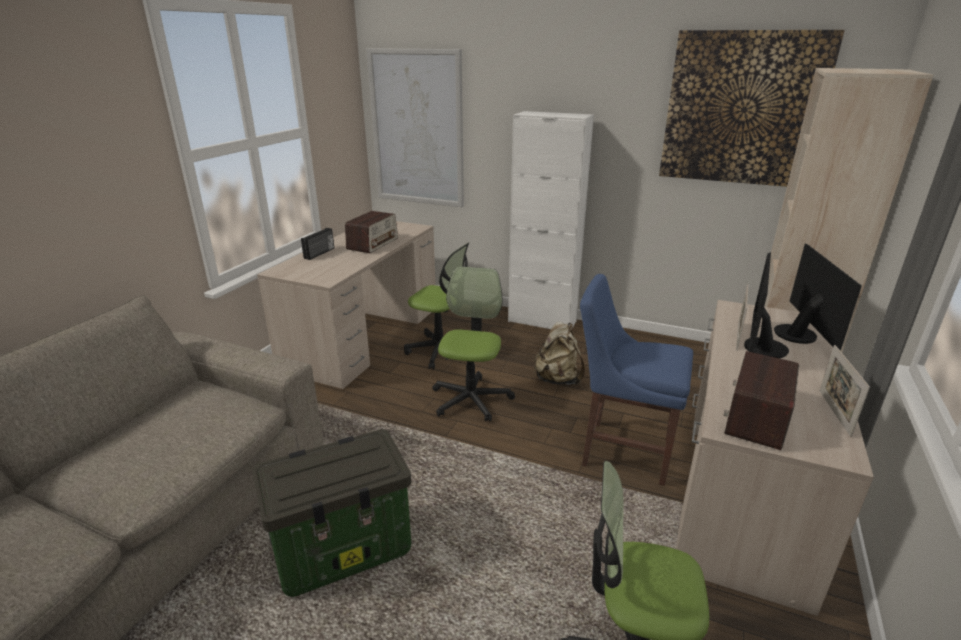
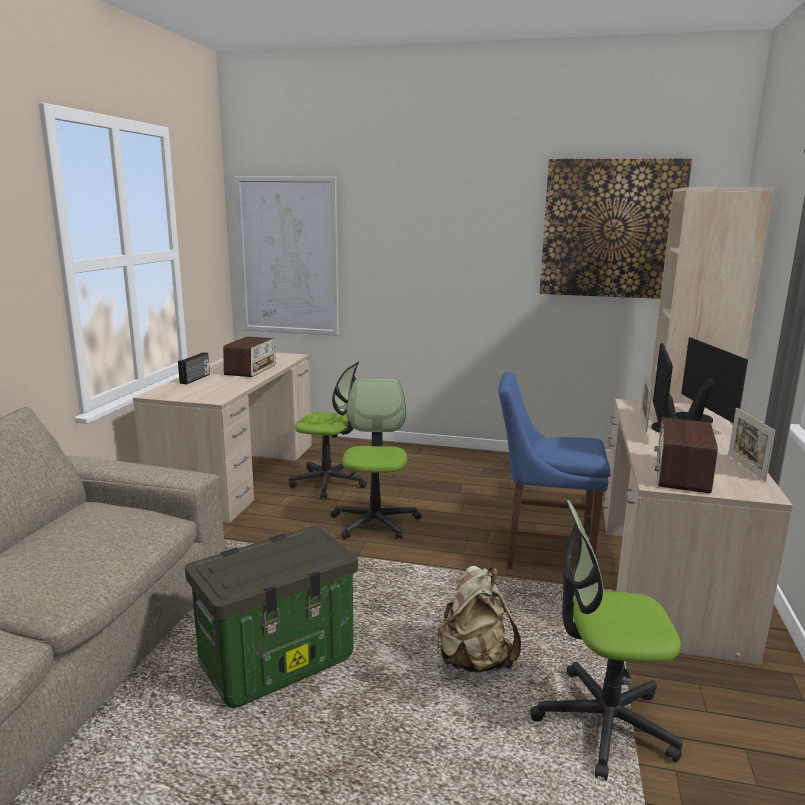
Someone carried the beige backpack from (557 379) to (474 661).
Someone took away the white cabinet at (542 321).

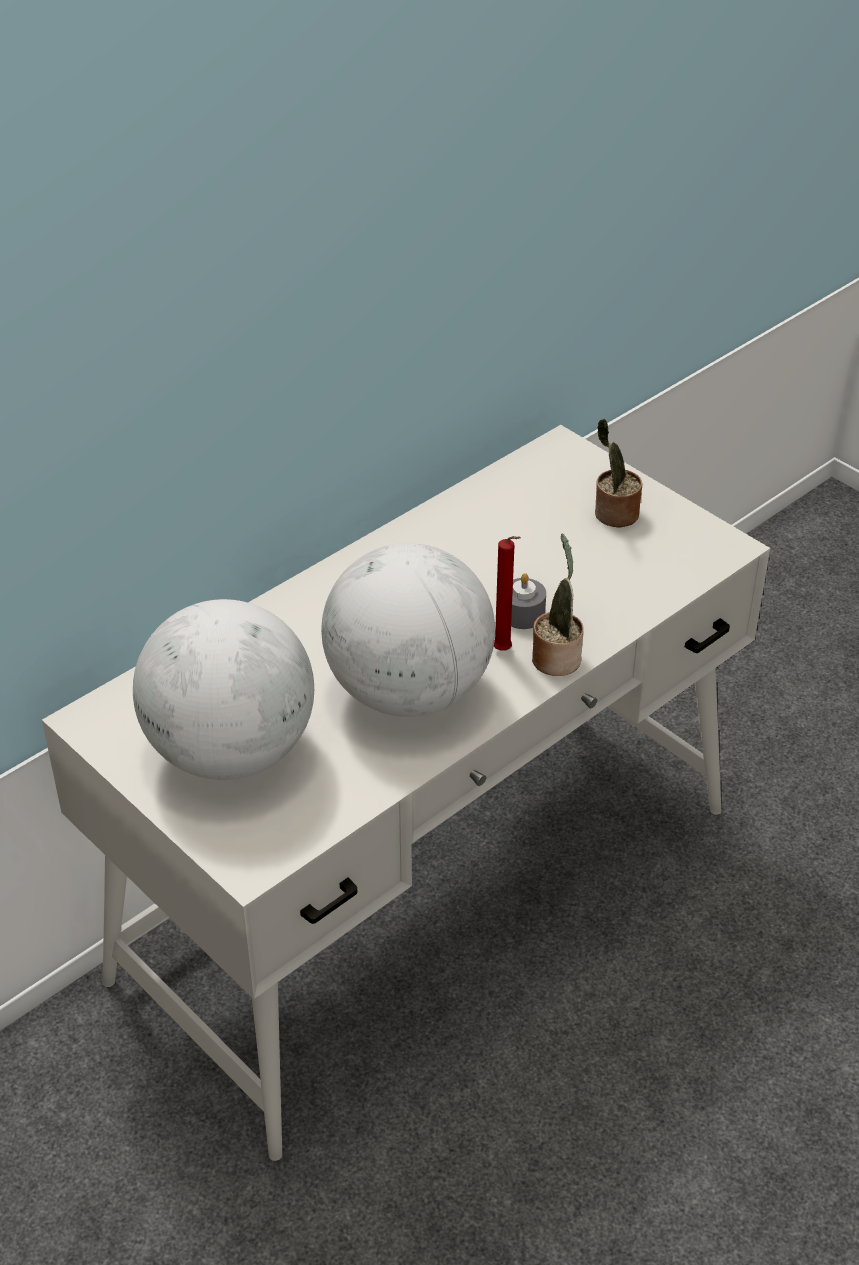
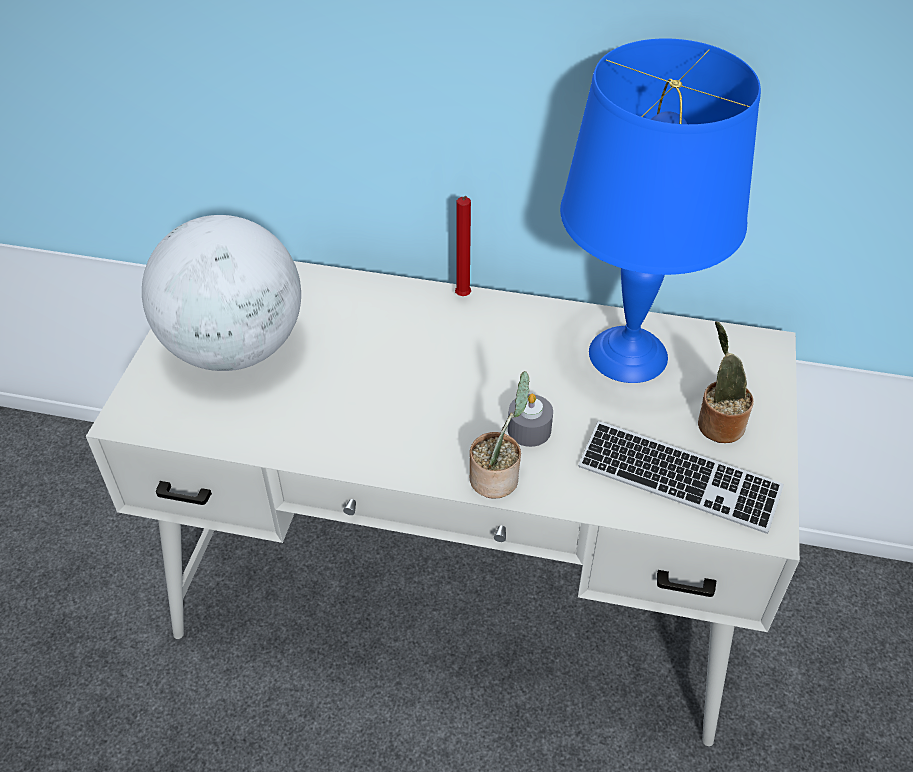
Someone carried the red candle from (504 651) to (462 298).
Someone put down the blue table lamp at (626 353).
Someone put down the keyboard at (678 479).
Someone took away the globe at (409 692).

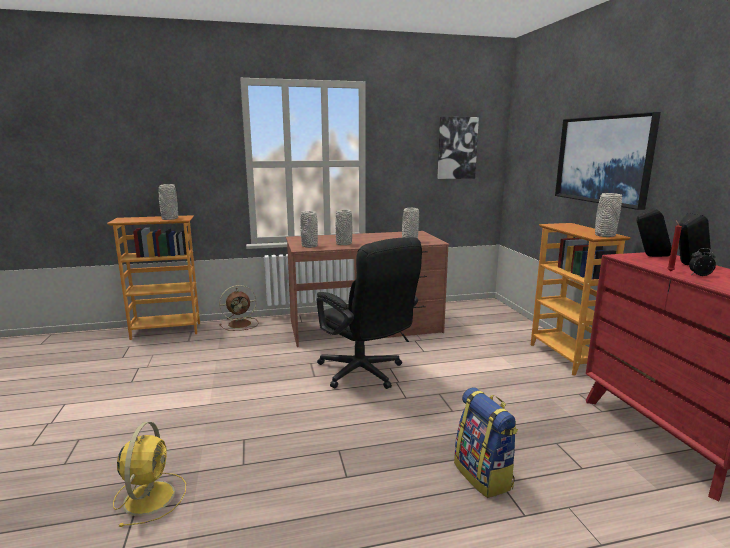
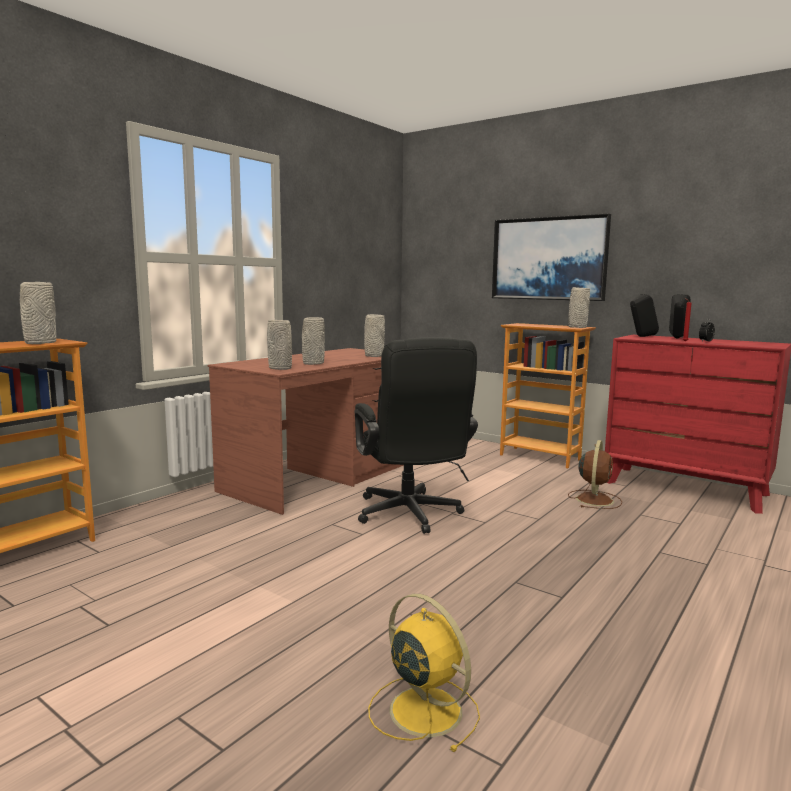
Someone rotated the black office chair at (365 374) by 60 degrees clockwise.
Someone carried the brown fan from (240 324) to (594 499).
Someone took away the picture at (457 148).
Someone took away the backpack at (484 476).

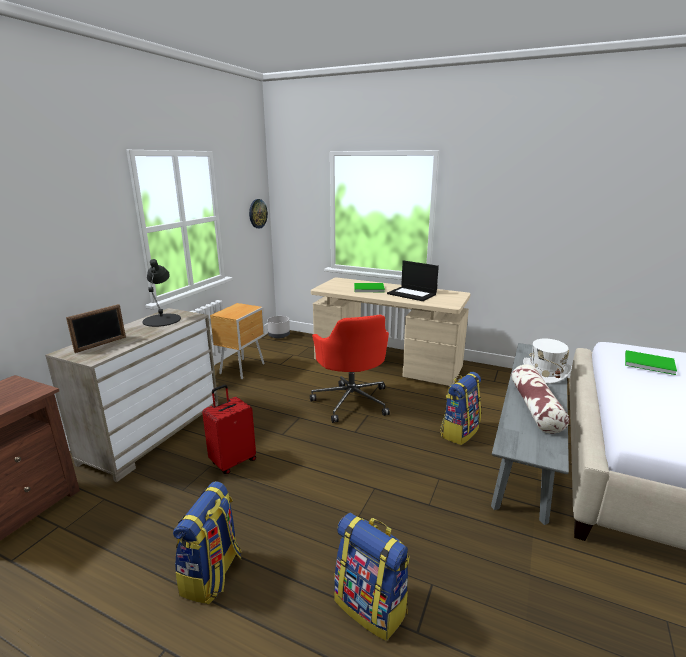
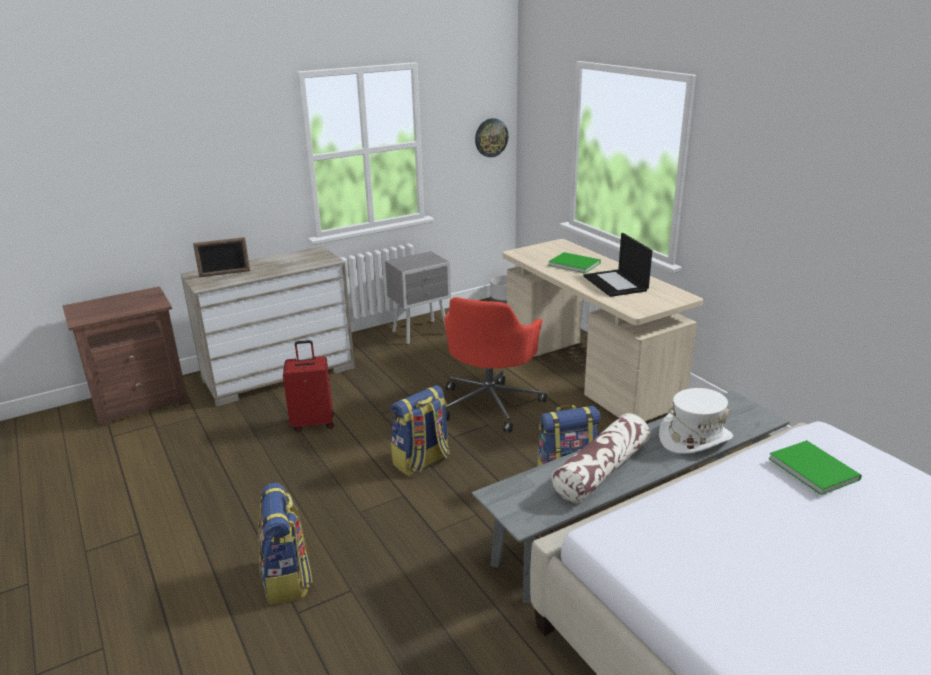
Someone repainted the brown nightstand at (243 368), which became the grey nightstand at (422 332).
Someone carried the backpack from (212 575) to (421 461).
Someone took away the black table lamp at (162 320).

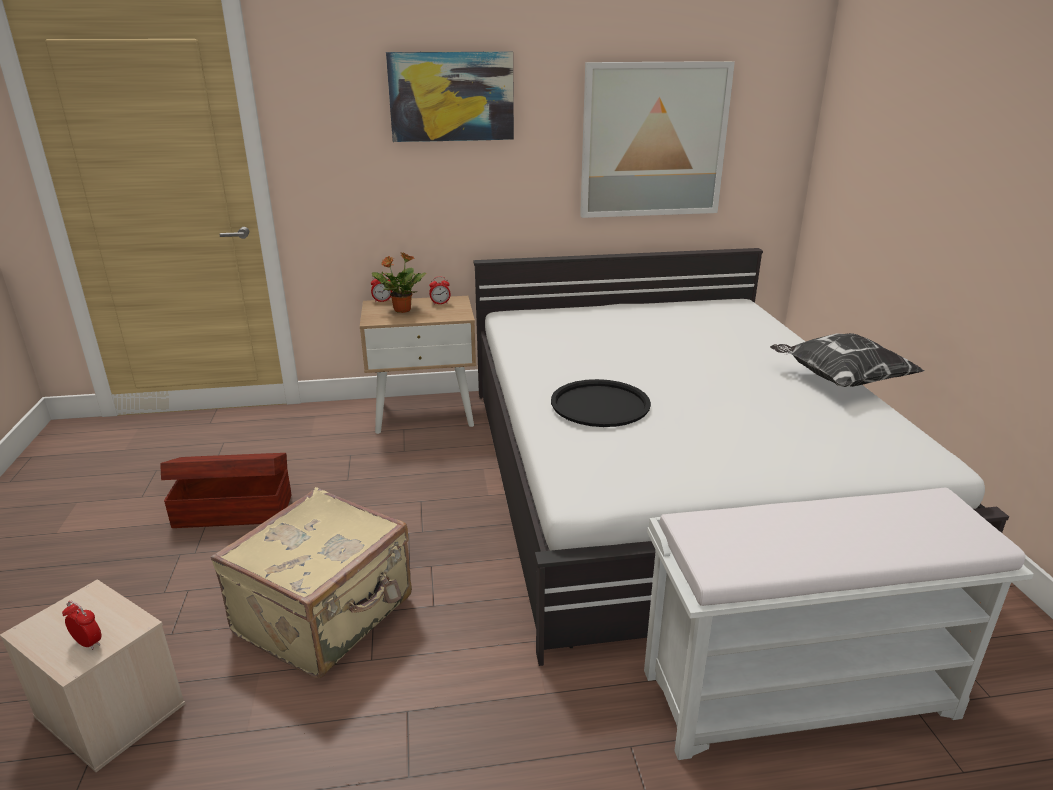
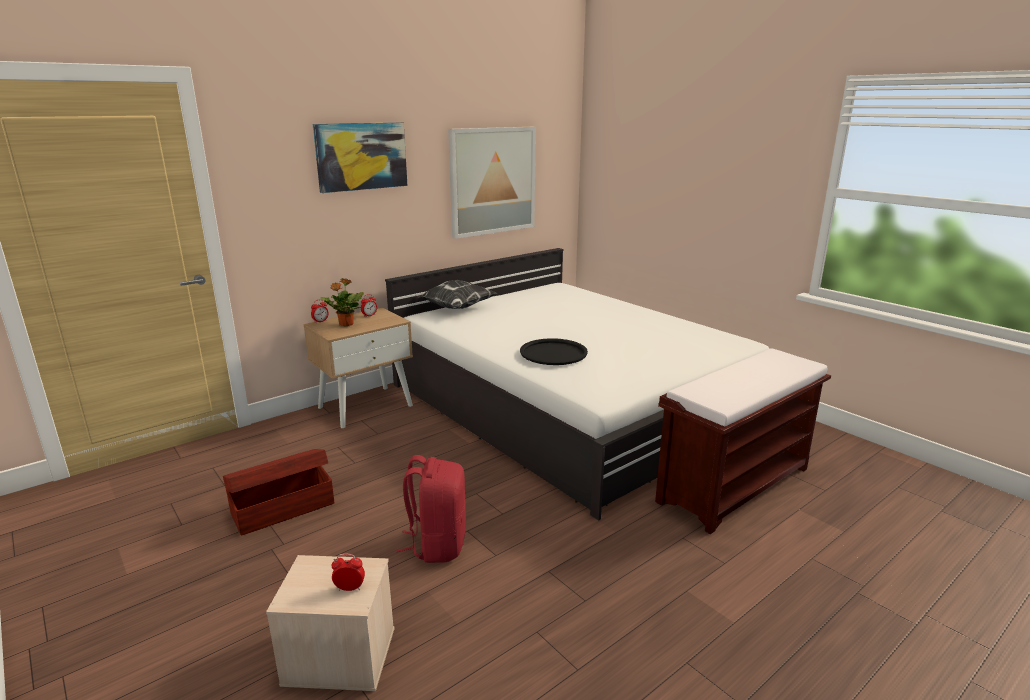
Someone swapped the beige suitcase at (327 616) for the red backpack at (437 544).
Someone carried the pillow from (839 380) to (454 308).
Someone repainted the white bench at (800 692), which became the brown bench at (734 484).

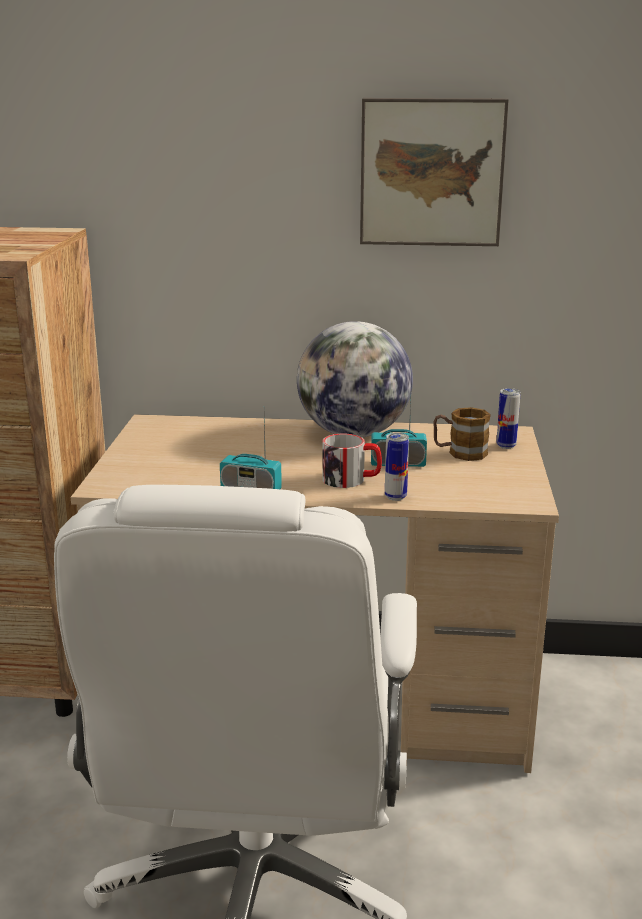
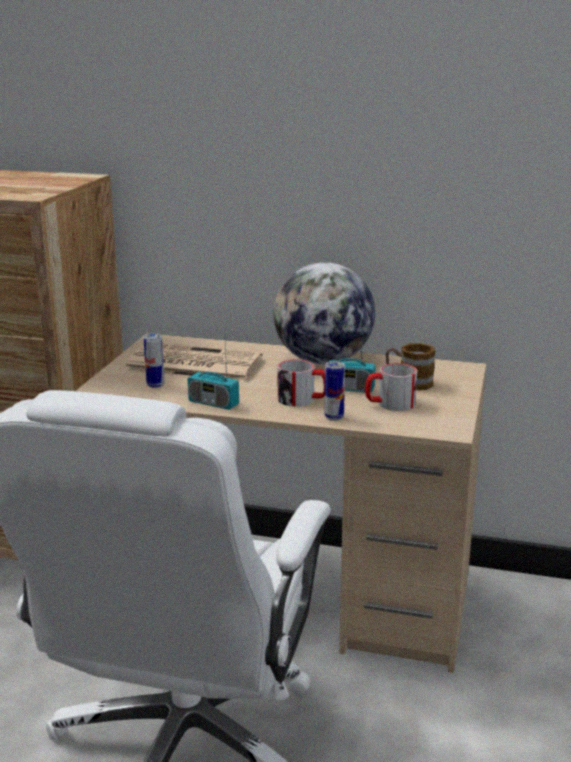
Someone put down the newspaper at (192 365).
Someone carried the can from (506 446) to (155 385).
Someone put down the mug at (389 404).
Someone took away the picture at (431 172).

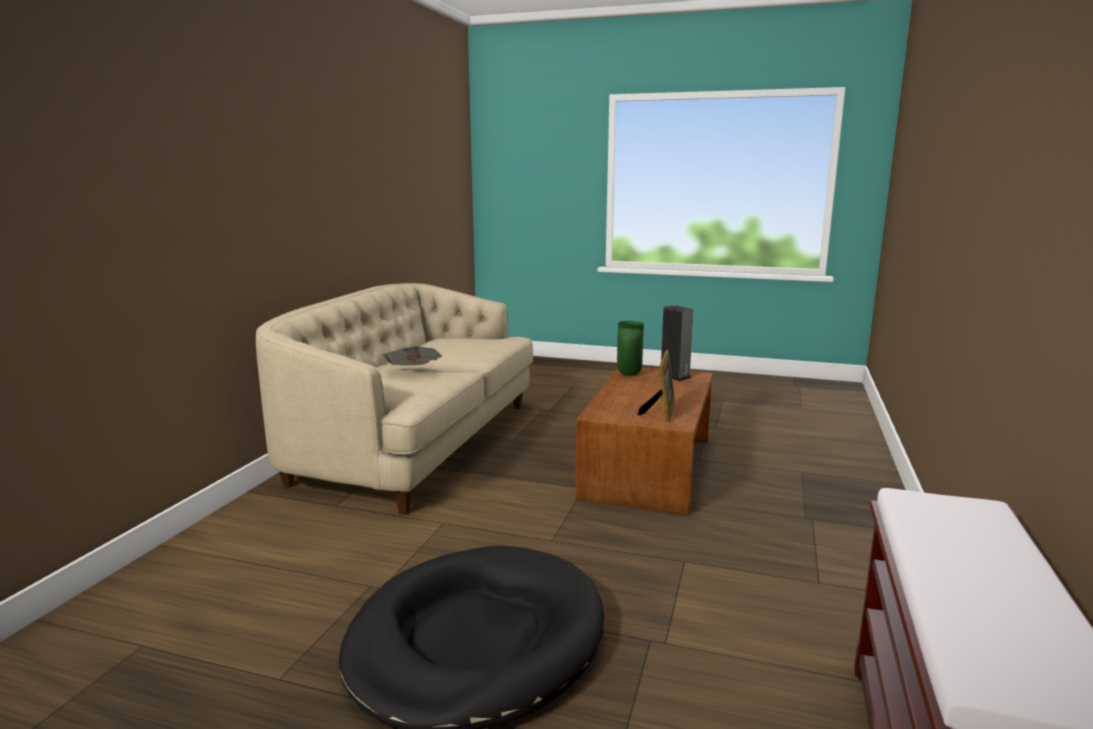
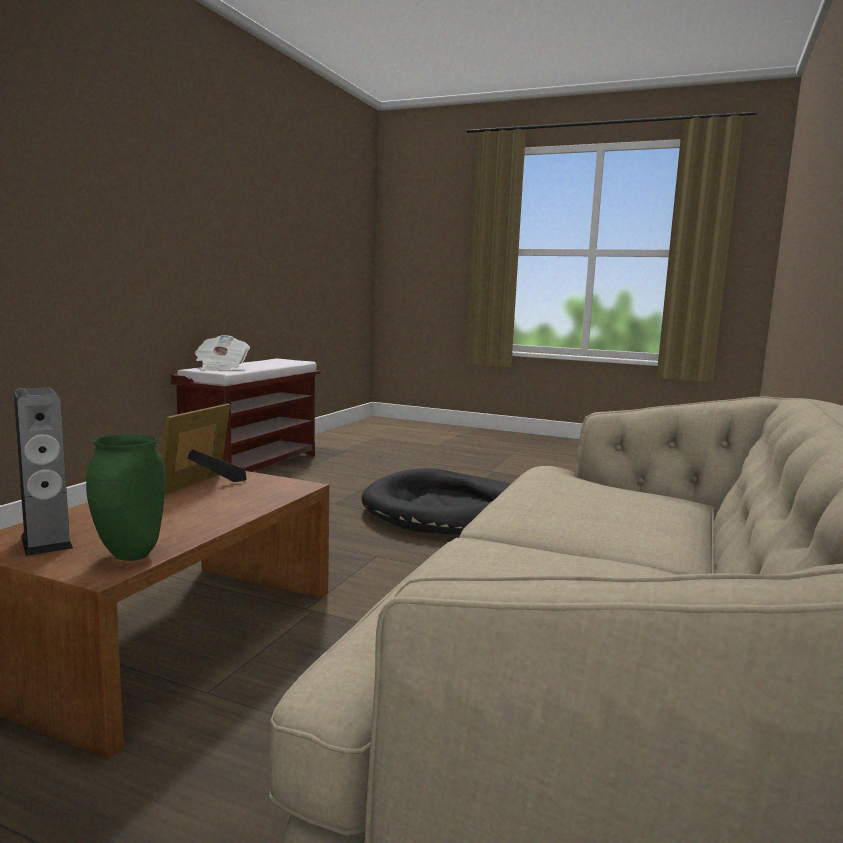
Someone carried the newspaper from (413 372) to (221 368).

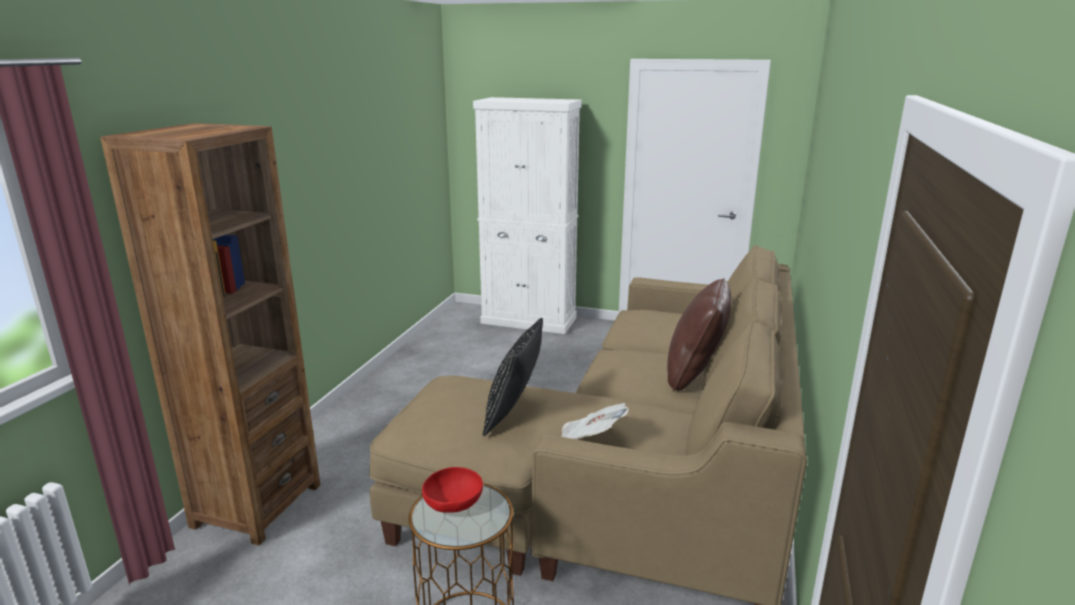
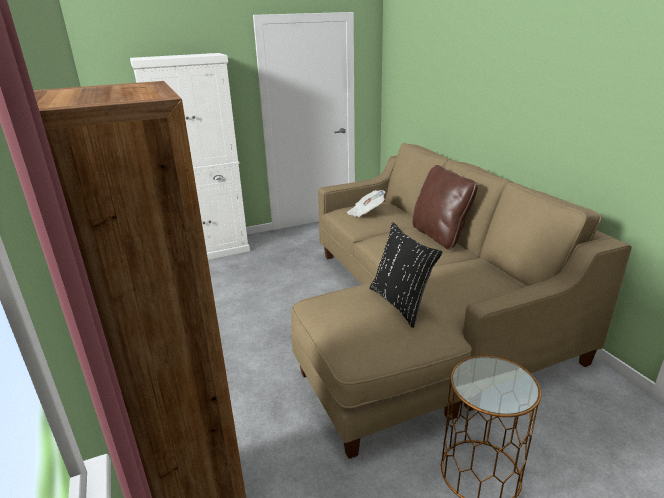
Someone carried the newspaper from (590 439) to (366 213).
Someone took away the red bowl at (454 506).

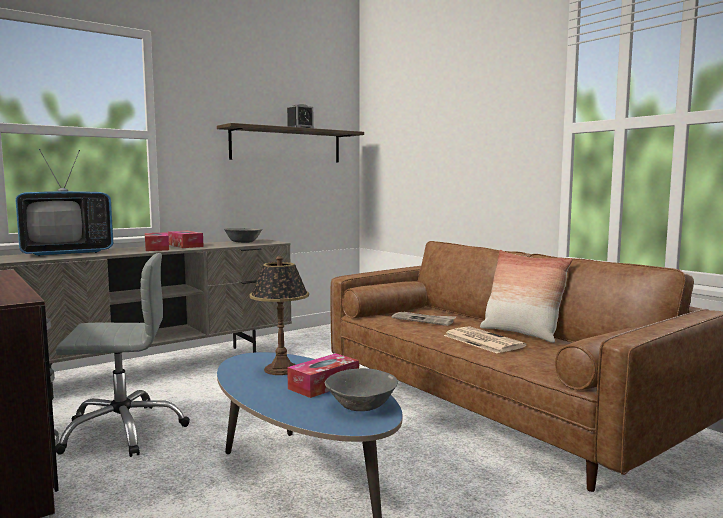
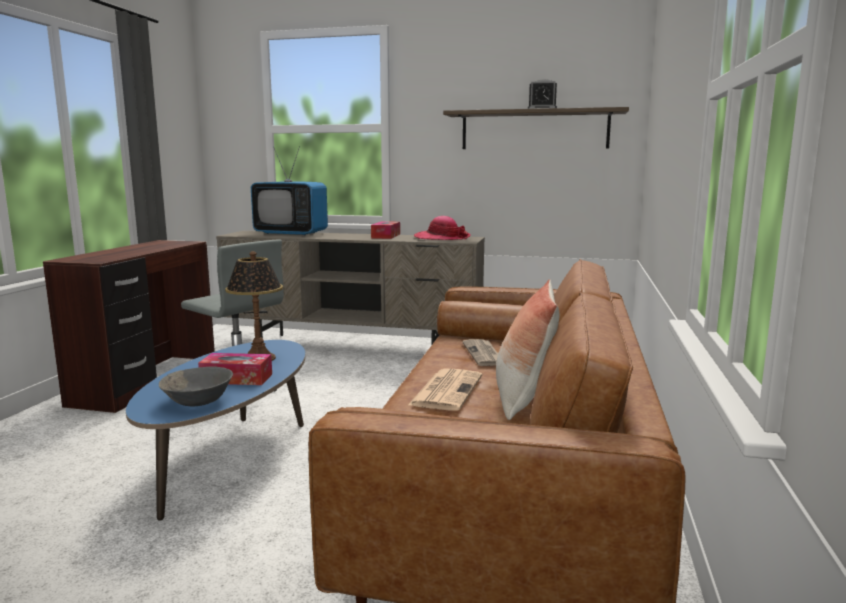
Someone swapped the grey bowl at (243 242) for the hat at (442 238).
Someone took away the tissue box at (156 248).

